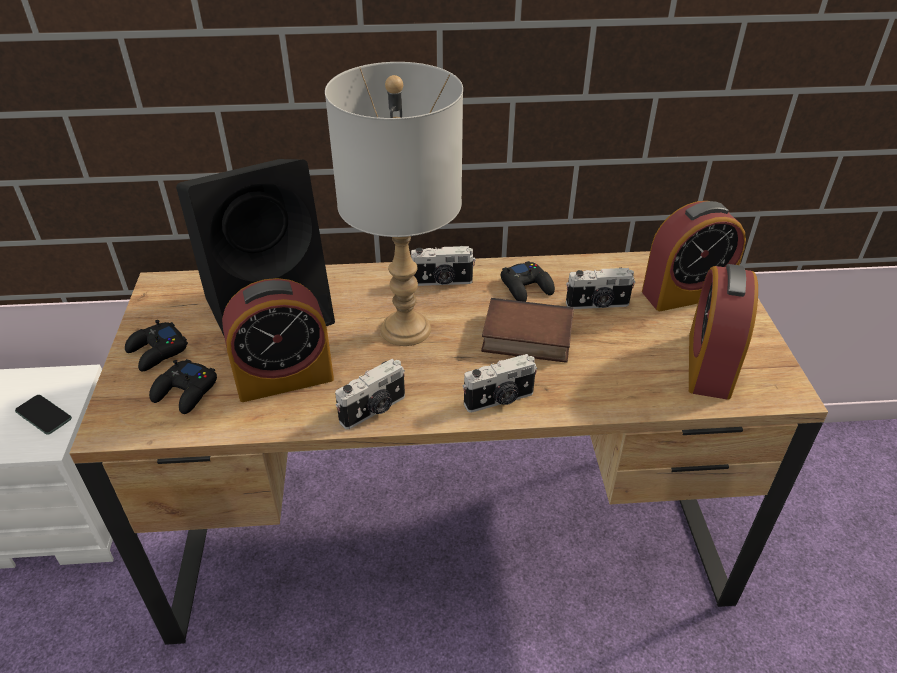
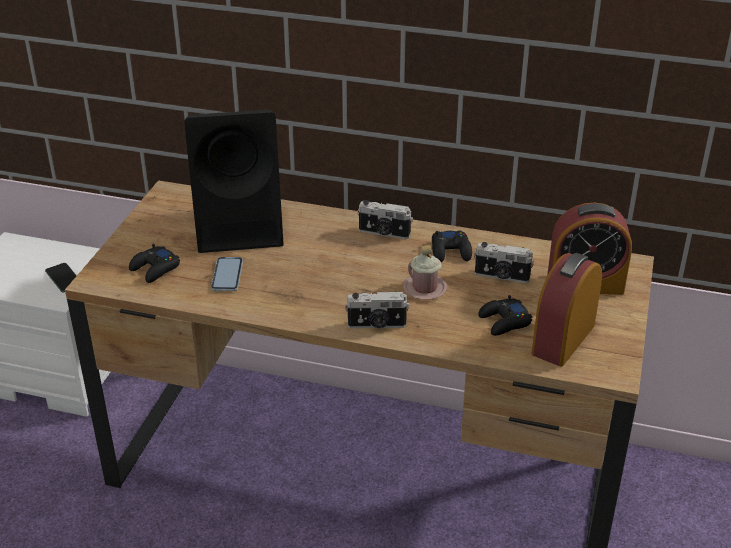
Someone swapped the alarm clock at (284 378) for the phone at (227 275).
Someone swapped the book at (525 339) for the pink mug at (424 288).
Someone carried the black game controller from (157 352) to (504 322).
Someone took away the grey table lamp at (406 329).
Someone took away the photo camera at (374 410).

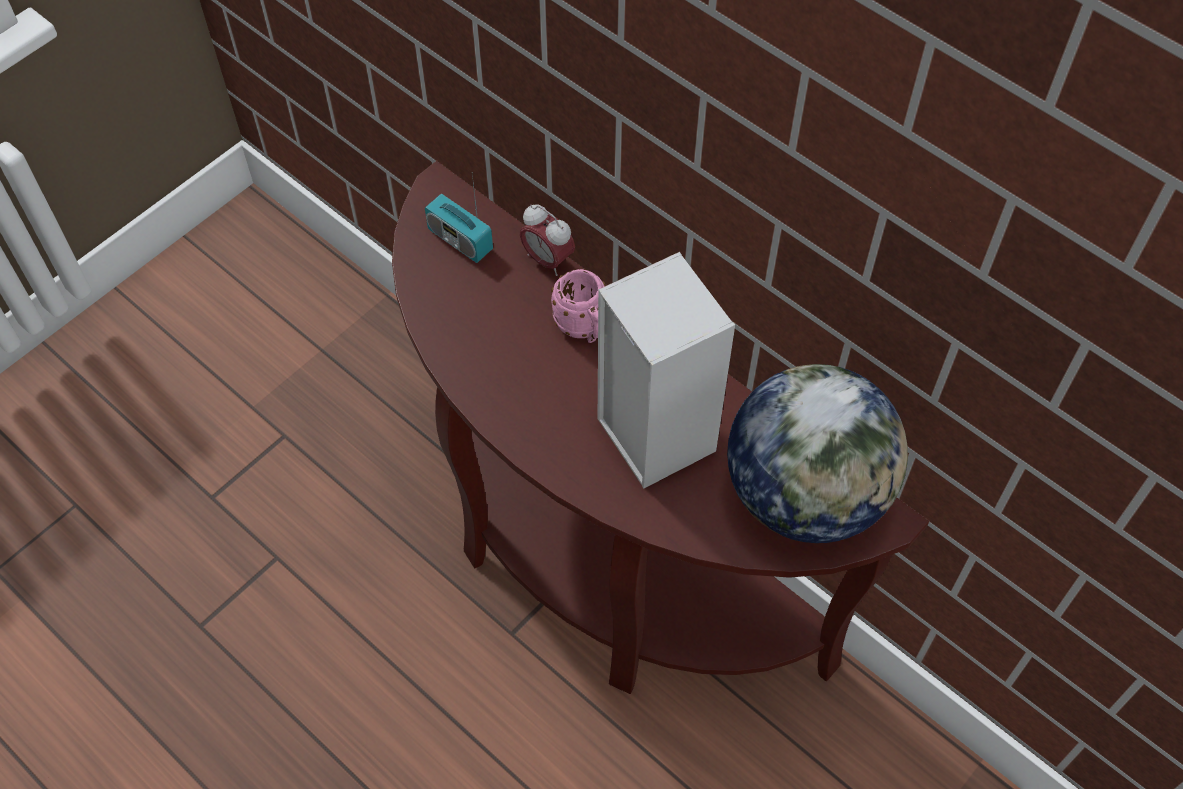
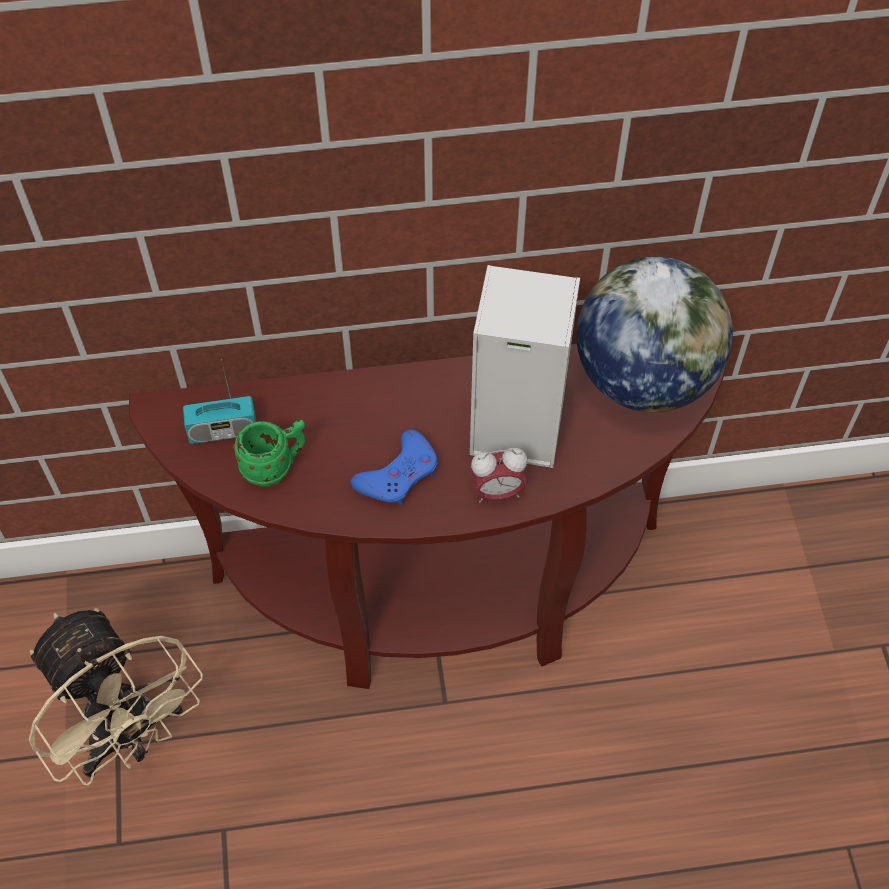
Someone put down the beige fan at (130 735).
Someone put down the green mug at (275 466).
Someone put down the blue game controller at (399 474).
Someone carried the alarm clock from (547 260) to (497 492).
Someone took away the pink mug at (584 328).

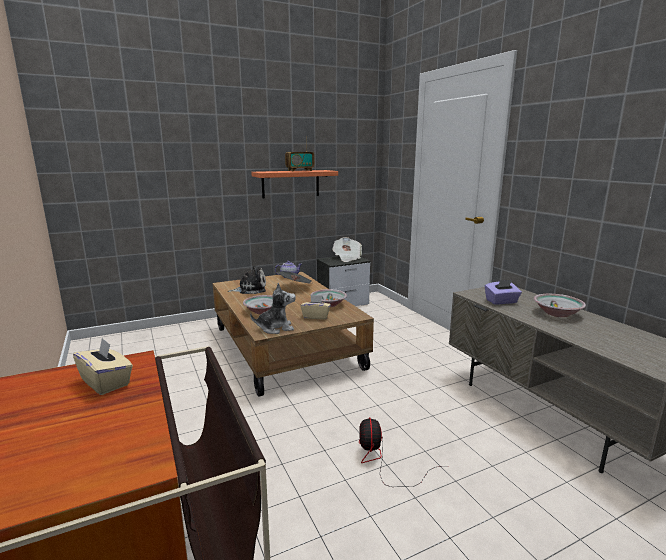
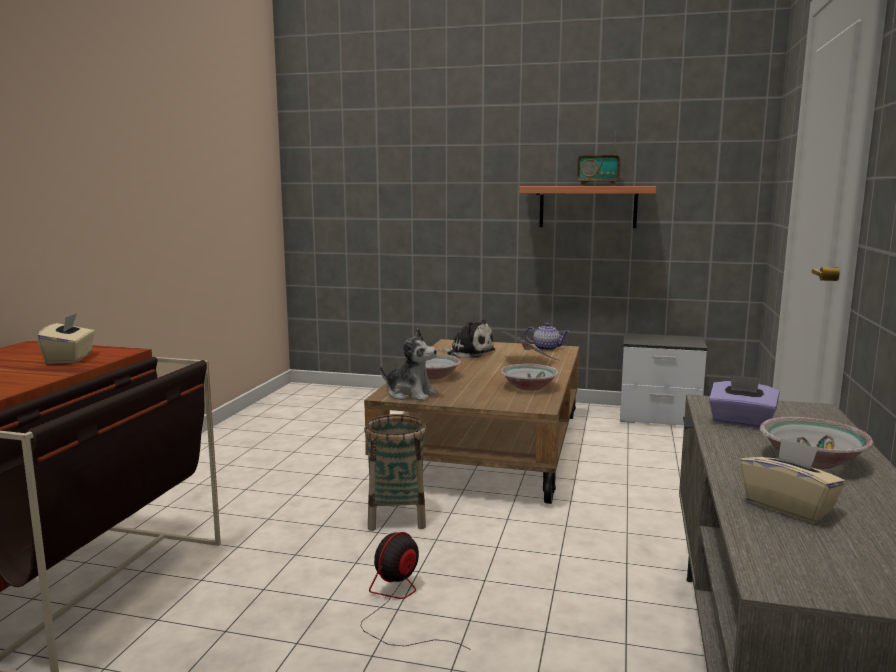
Someone put down the basket at (396 517).
Someone carried the beige tissue box from (316 316) to (788 506).
Someone took away the newspaper at (347 258).

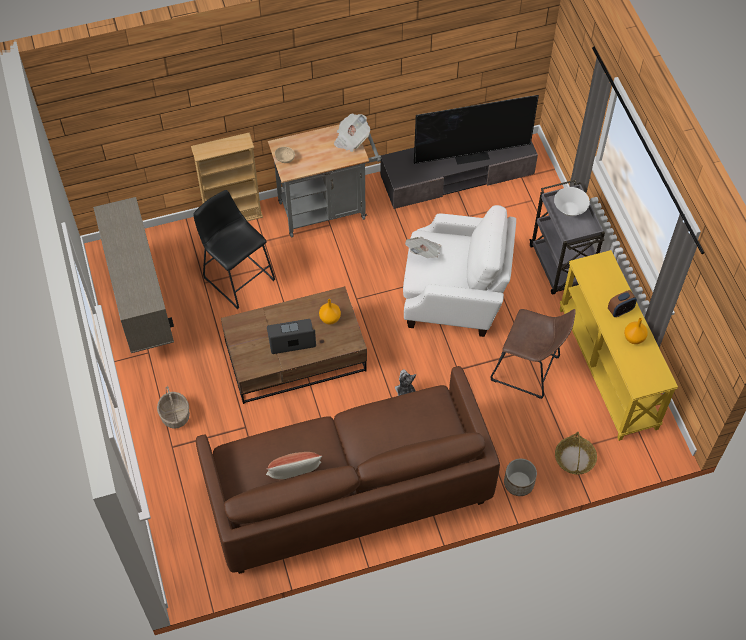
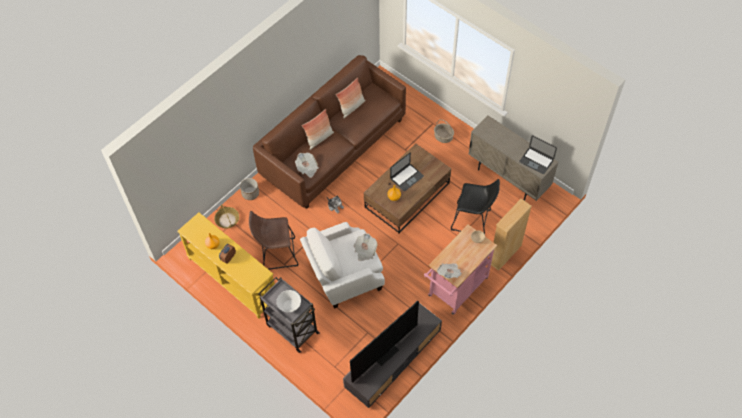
Someone put down the newspaper at (307 168).
Someone put down the pillow at (319 138).
Someone repainted the grey cart at (327 208), which became the pink cart at (455 290).
Someone put down the laptop at (536 160).

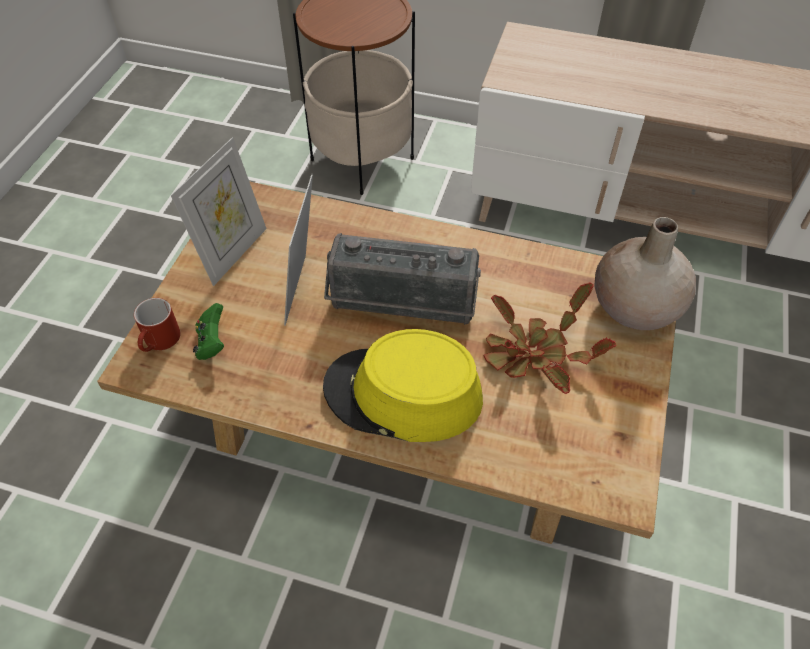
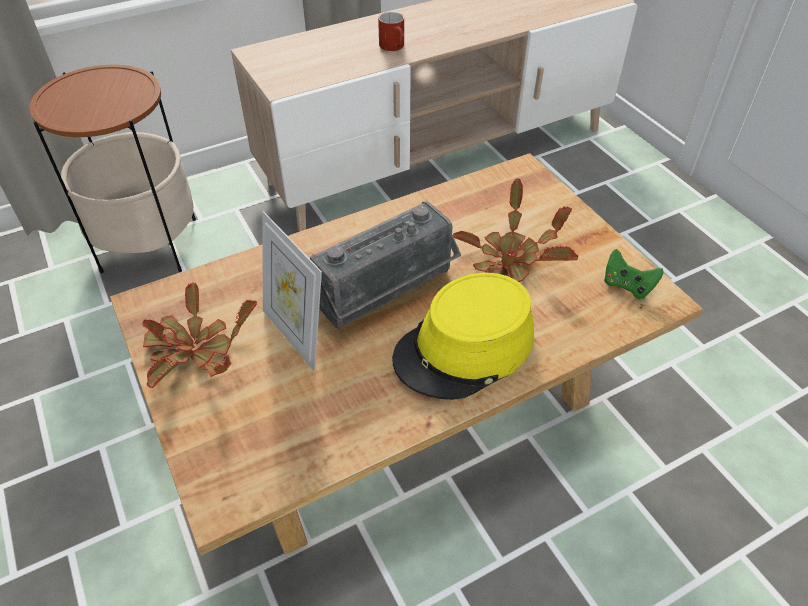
Someone swapped the picture frame at (233 253) for the potted plant at (194 351).
Someone carried the red mug from (160 342) to (395 47).
Someone carried the green game controller from (212 343) to (627 286).
Someone took away the beige vase at (634 307).

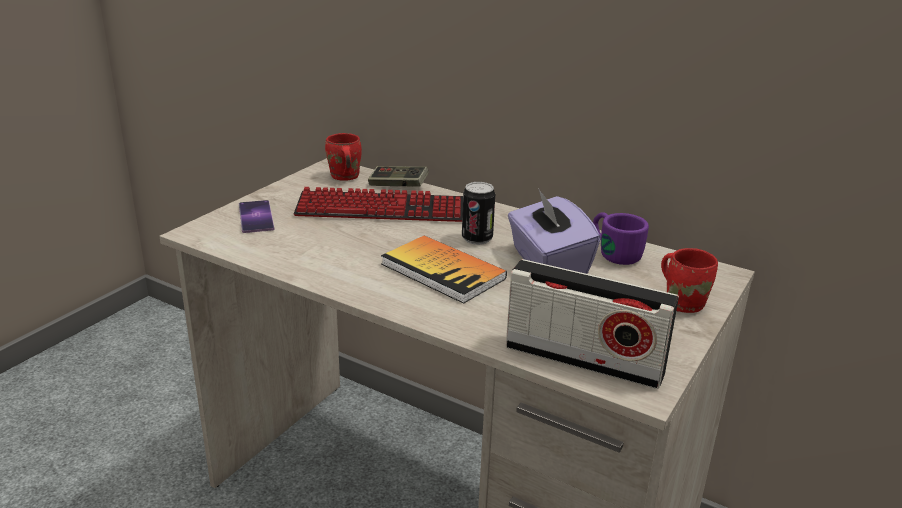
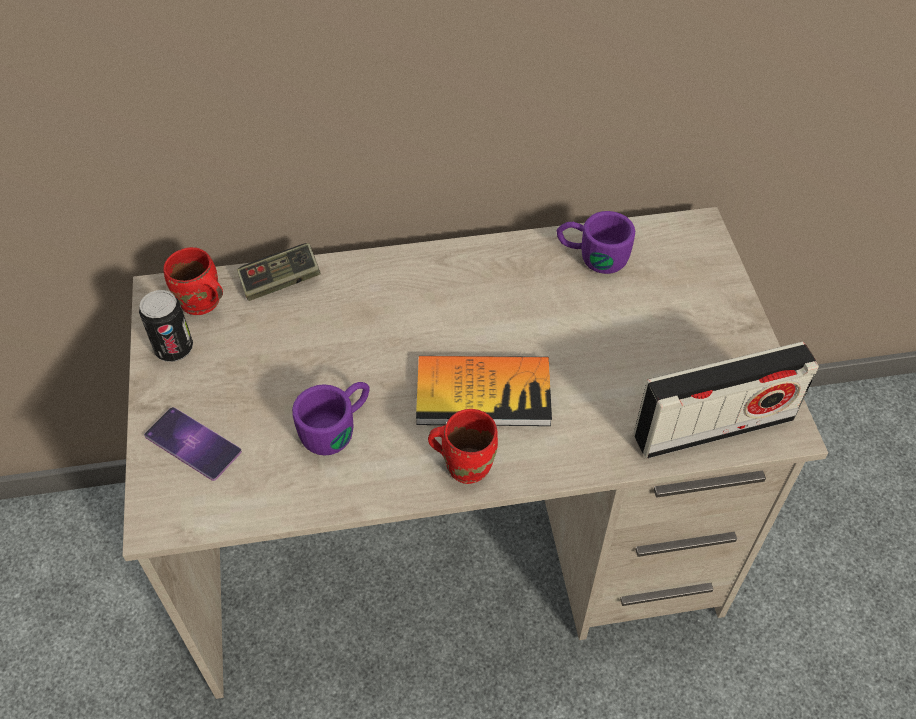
Someone carried the can from (477 239) to (174 349).
Someone put down the purple mug at (338 427).
Someone carried the red mug from (684 303) to (466 463).
Someone took away the keyboard at (380 209).
Someone took away the purple tissue box at (548 263).

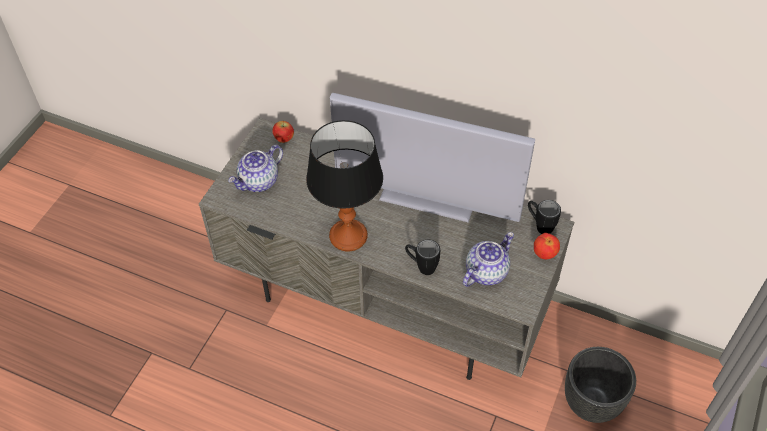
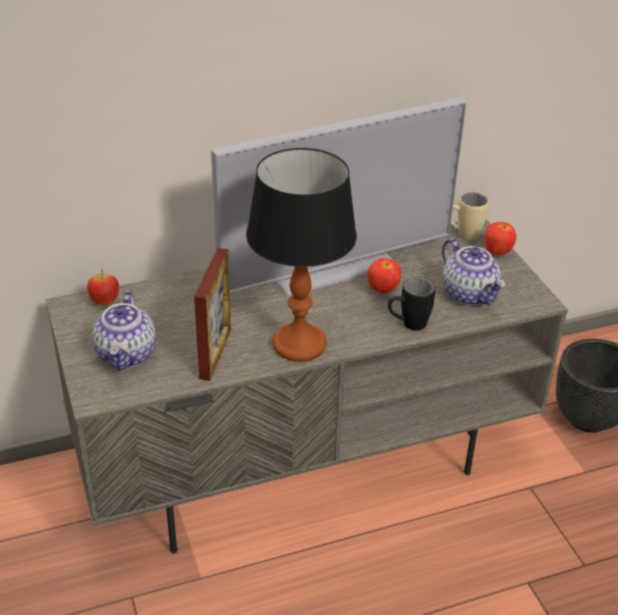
Someone put down the picture frame at (215 353).
Someone put down the apple at (383 290).
Someone rotated the teapot at (486 271) by 150 degrees clockwise.
Someone repainted the black mug at (540 225), which became the beige mug at (462 234).

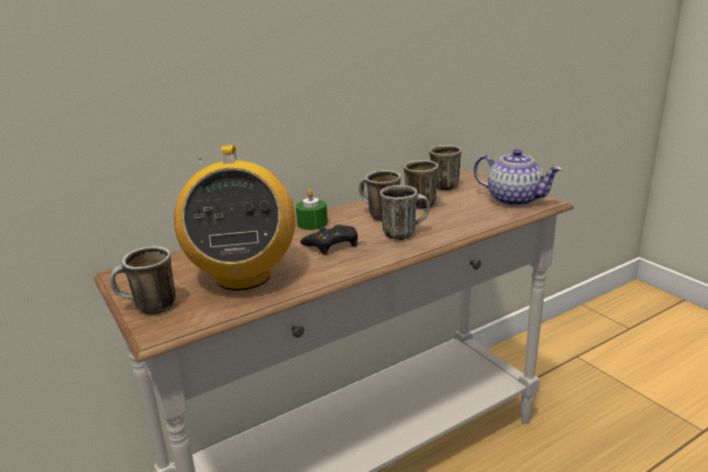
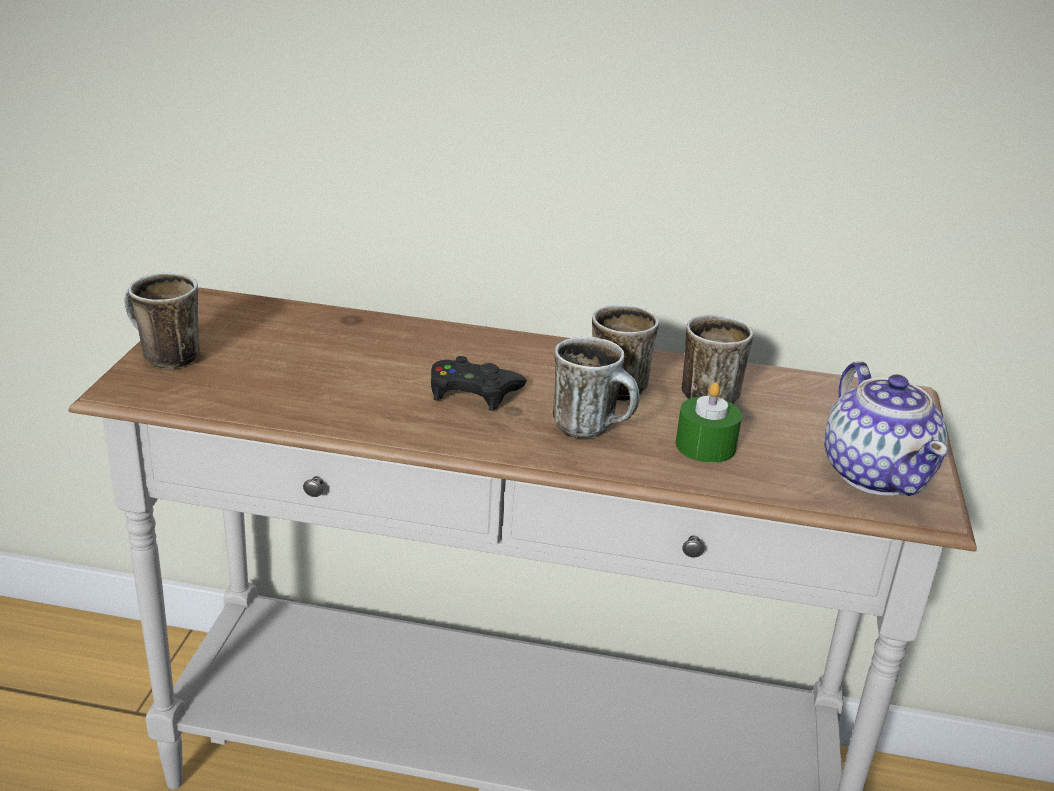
Someone carried the green candle from (312 223) to (705 446).
Someone took away the radio at (243 276).
Someone took away the mug at (443 185).

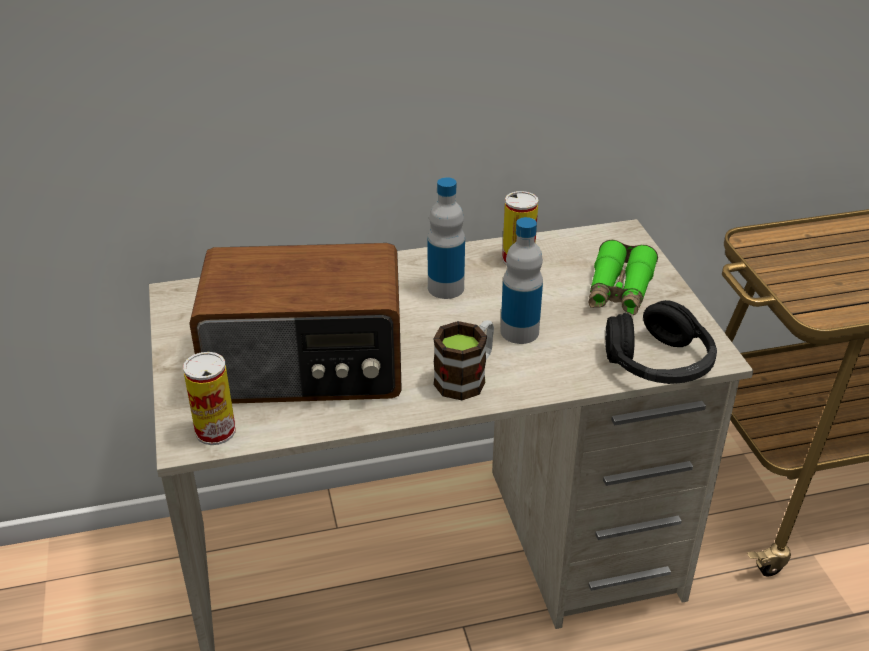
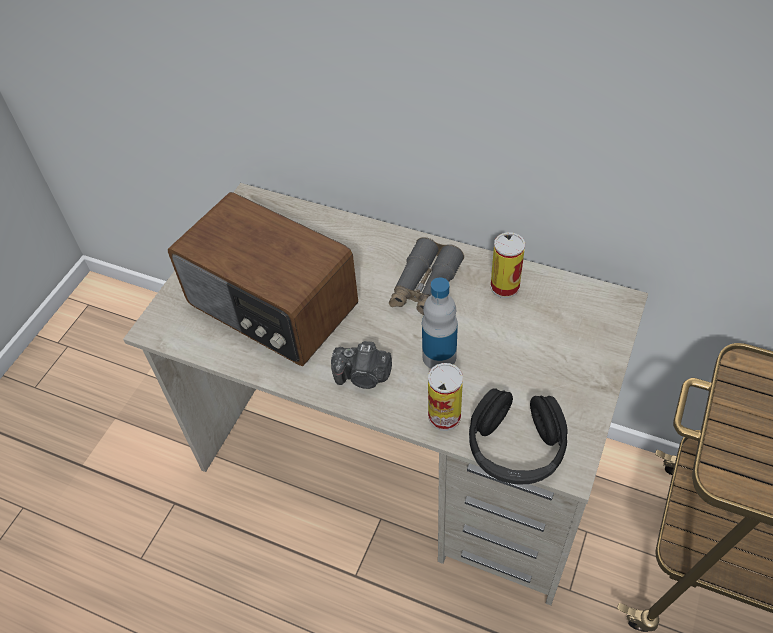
Someone swapped the mug at (467 377) for the photo camera at (363 376).
Someone swapped the bottle at (445 288) for the grey binoculars at (425 286).
Someone carried the can from (215 431) to (444 416).
Someone took away the green binoculars at (619 290).

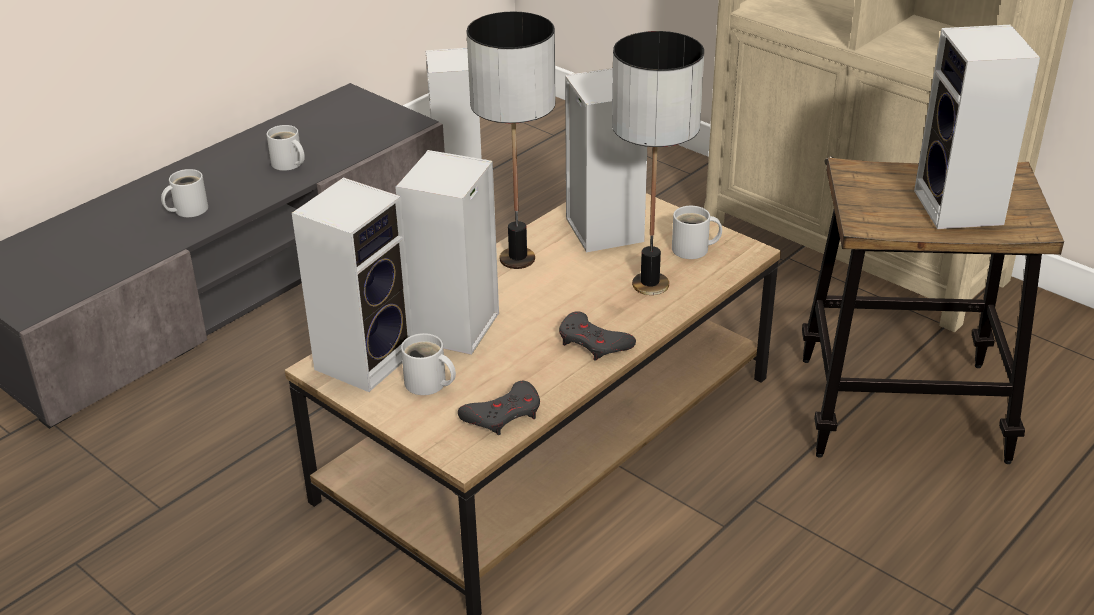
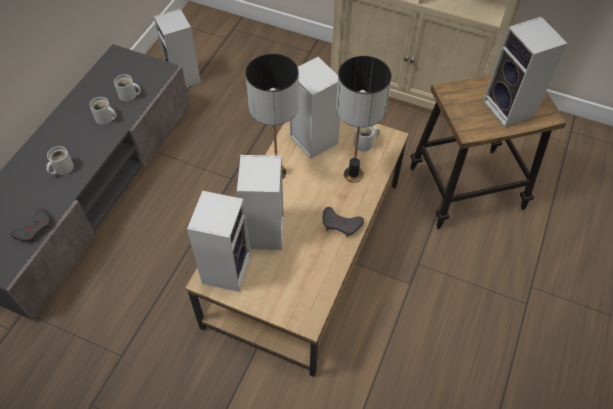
Someone carried the grey game controller from (503 414) to (34 228).
Someone carried the white mug from (428 384) to (129 96).

